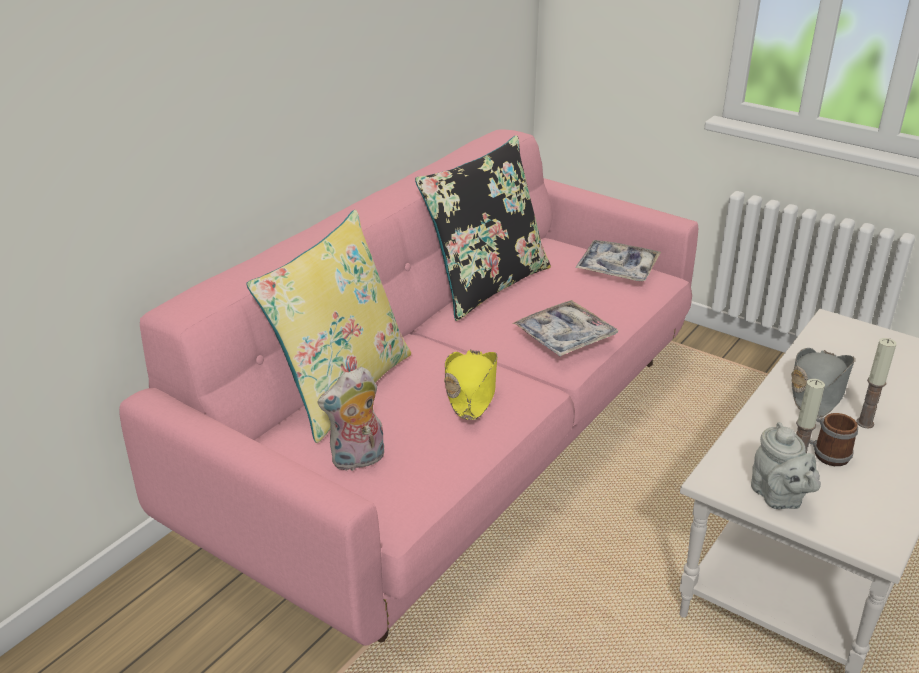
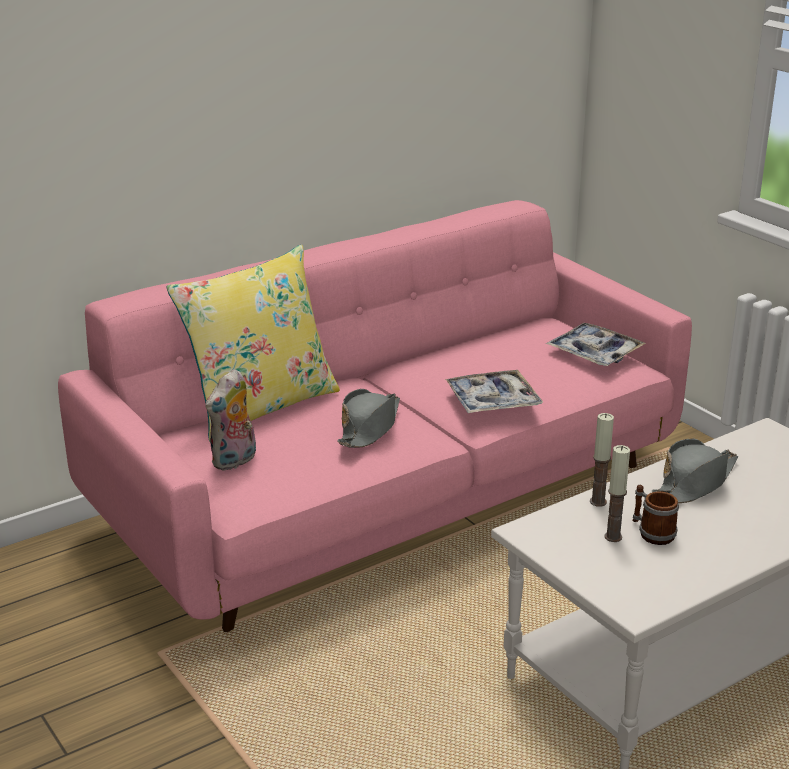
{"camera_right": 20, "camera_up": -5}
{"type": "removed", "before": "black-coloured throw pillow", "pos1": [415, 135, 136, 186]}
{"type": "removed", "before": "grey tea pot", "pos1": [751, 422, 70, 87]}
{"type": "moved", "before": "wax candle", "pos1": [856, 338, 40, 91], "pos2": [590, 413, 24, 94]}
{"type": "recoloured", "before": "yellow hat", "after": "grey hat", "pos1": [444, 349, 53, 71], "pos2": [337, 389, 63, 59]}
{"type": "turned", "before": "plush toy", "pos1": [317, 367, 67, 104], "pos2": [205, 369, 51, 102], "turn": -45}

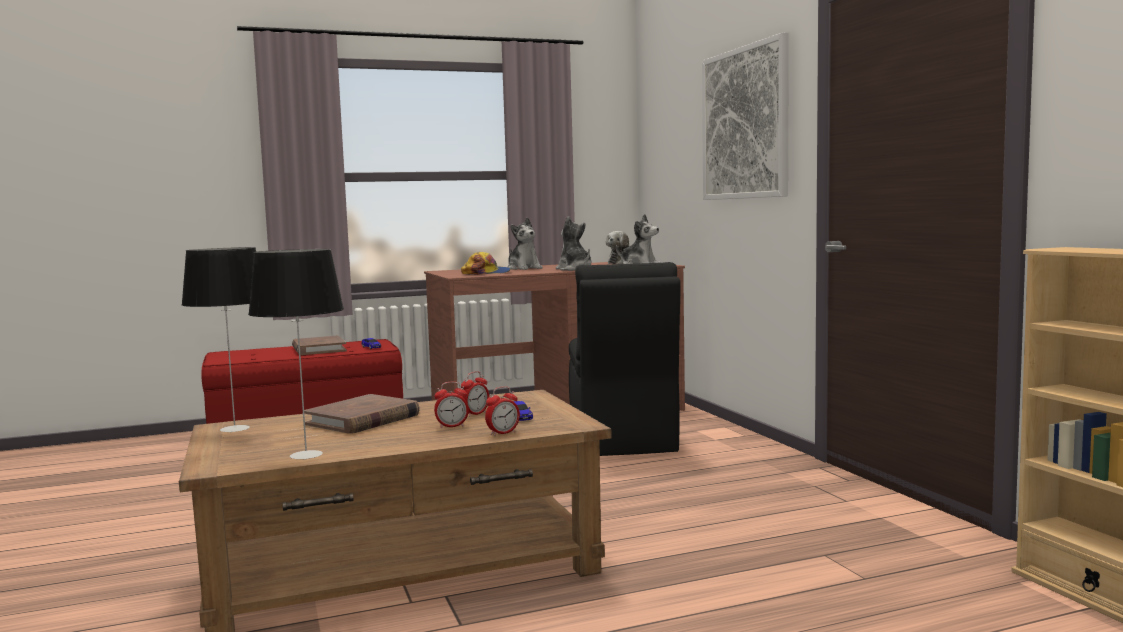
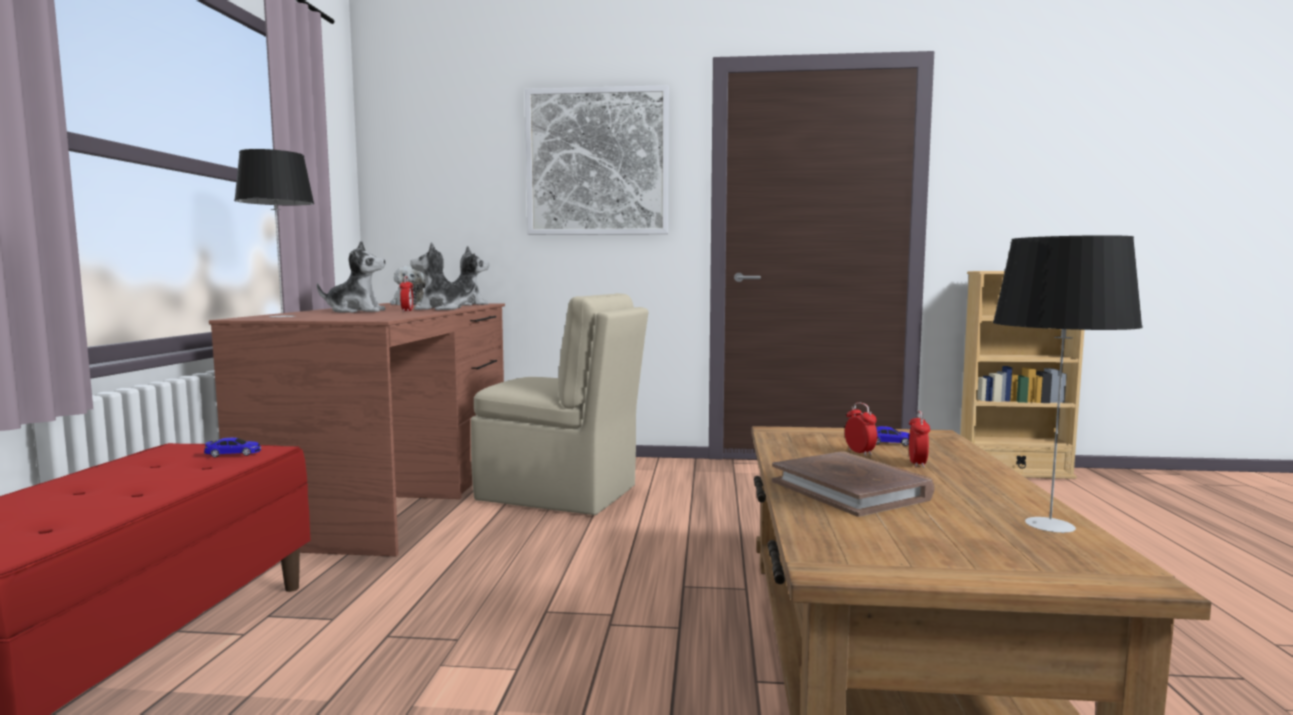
{"camera_right": -65, "camera_up": 0}
{"type": "removed", "before": "brown book", "pos1": [292, 336, 55, 19]}
{"type": "removed", "before": "peaked cap", "pos1": [461, 252, 49, 23]}
{"type": "moved", "before": "table lamp", "pos1": [181, 247, 75, 185], "pos2": [234, 149, 80, 168]}
{"type": "moved", "before": "bedside clock", "pos1": [485, 386, 35, 50], "pos2": [399, 276, 14, 36]}
{"type": "recoloured", "before": "black-coloured upright chair", "after": "beige upright chair", "pos1": [569, 262, 112, 194], "pos2": [471, 293, 177, 222]}

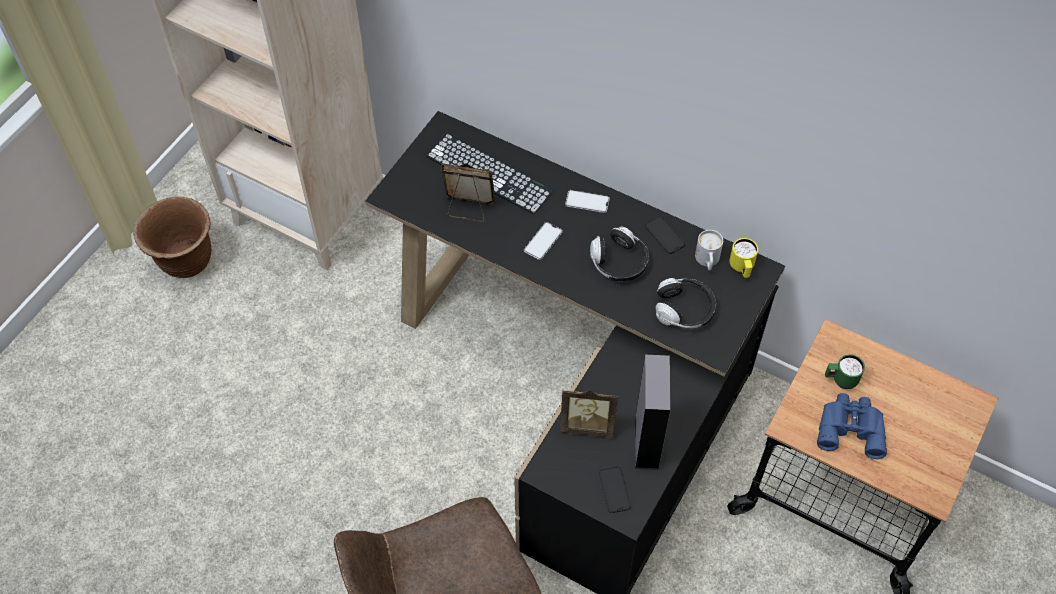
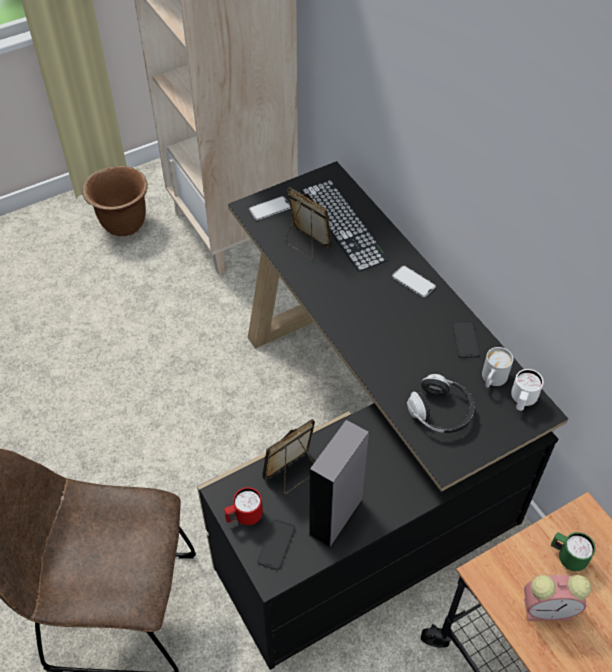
{"camera_right": 30, "camera_up": -5}
{"type": "removed", "before": "headset", "pos1": [590, 227, 59, 54]}
{"type": "added", "after": "red-coloured tea mug", "pos2": [224, 487, 39, 38]}
{"type": "moved", "before": "handset", "pos1": [524, 222, 39, 38], "pos2": [249, 196, 42, 24]}
{"type": "replaced", "before": "blue field glasses", "after": "bedside clock", "pos1": [817, 393, 70, 66], "pos2": [524, 574, 67, 47]}
{"type": "recoloured", "before": "yellow tea mug", "after": "white tea mug", "pos1": [729, 238, 29, 40], "pos2": [511, 369, 33, 42]}
{"type": "turned", "before": "standing frame", "pos1": [560, 389, 58, 49], "pos2": [262, 419, 53, 75], "turn": 105}

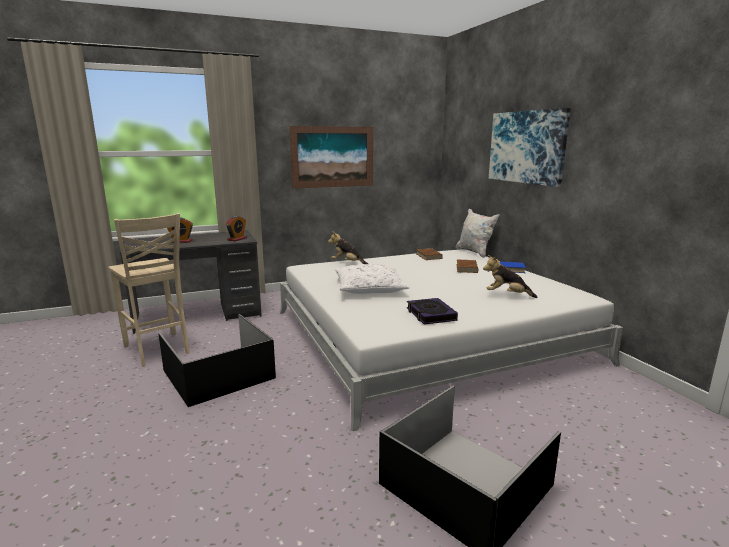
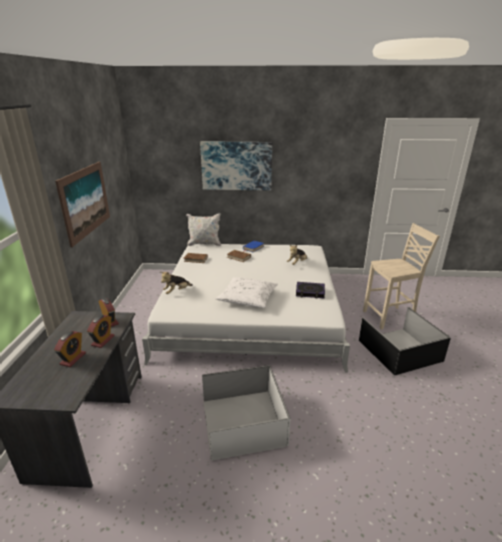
{"camera_right": -65, "camera_up": 10}
{"type": "added", "after": "bedside clock", "pos2": [87, 315, 28, 33]}
{"type": "moved", "before": "beige upright chair", "pos1": [108, 213, 82, 154], "pos2": [363, 223, 77, 107]}
{"type": "recoloured", "before": "black-coloured storage bin", "after": "white storage bin", "pos1": [158, 314, 118, 93], "pos2": [202, 365, 88, 96]}

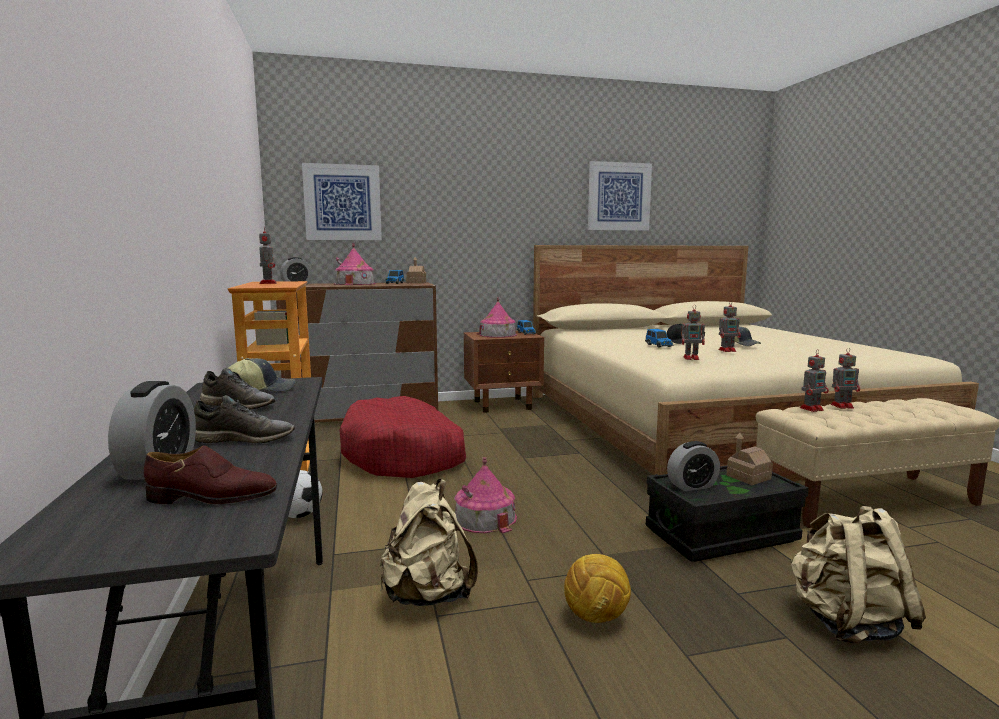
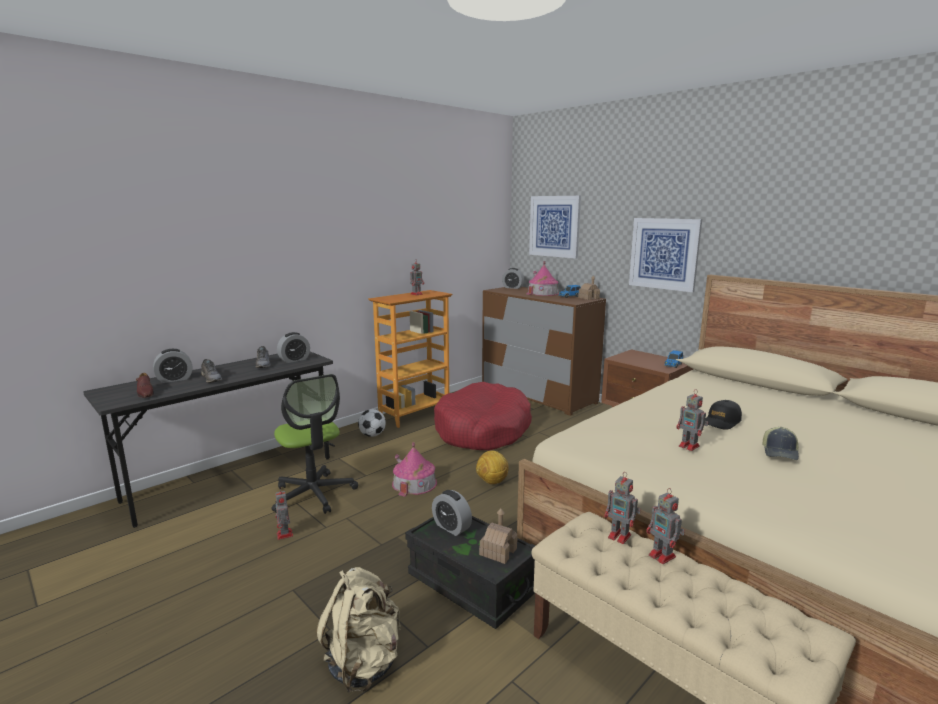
{"camera_right": 60, "camera_up": 5}
{"type": "removed", "before": "miniature house", "pos1": [477, 297, 40, 41]}
{"type": "removed", "before": "model car", "pos1": [645, 329, 29, 19]}
{"type": "moved", "before": "ball for football", "pos1": [564, 554, 67, 69], "pos2": [476, 451, 33, 33]}
{"type": "moved", "before": "picture", "pos1": [588, 161, 64, 70], "pos2": [629, 218, 73, 74]}
{"type": "moved", "before": "toy robot", "pos1": [682, 304, 23, 56], "pos2": [275, 490, 18, 50]}
{"type": "replaced", "before": "peaked cap", "after": "bedside clock", "pos1": [228, 358, 67, 34], "pos2": [277, 332, 33, 31]}
{"type": "replaced", "before": "beige knapsack", "after": "computer chair", "pos1": [380, 479, 98, 127], "pos2": [272, 374, 86, 140]}

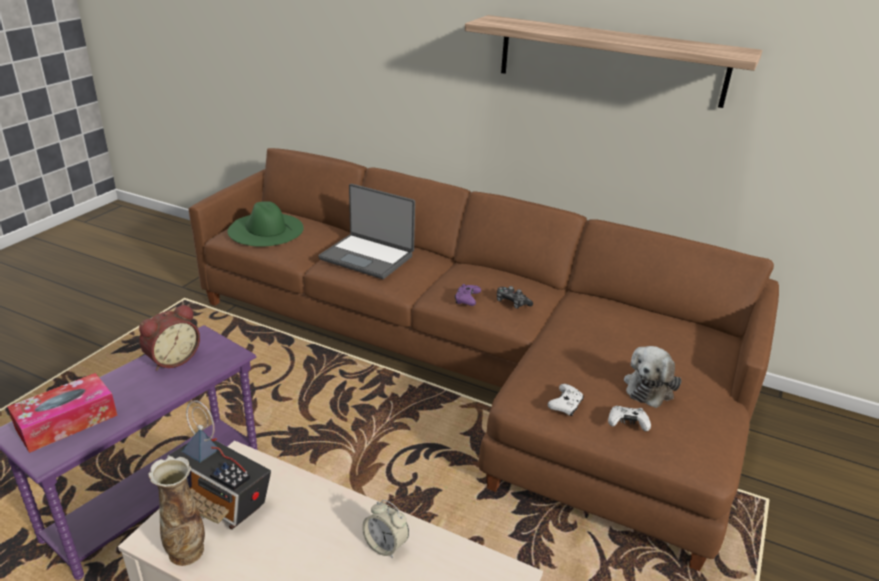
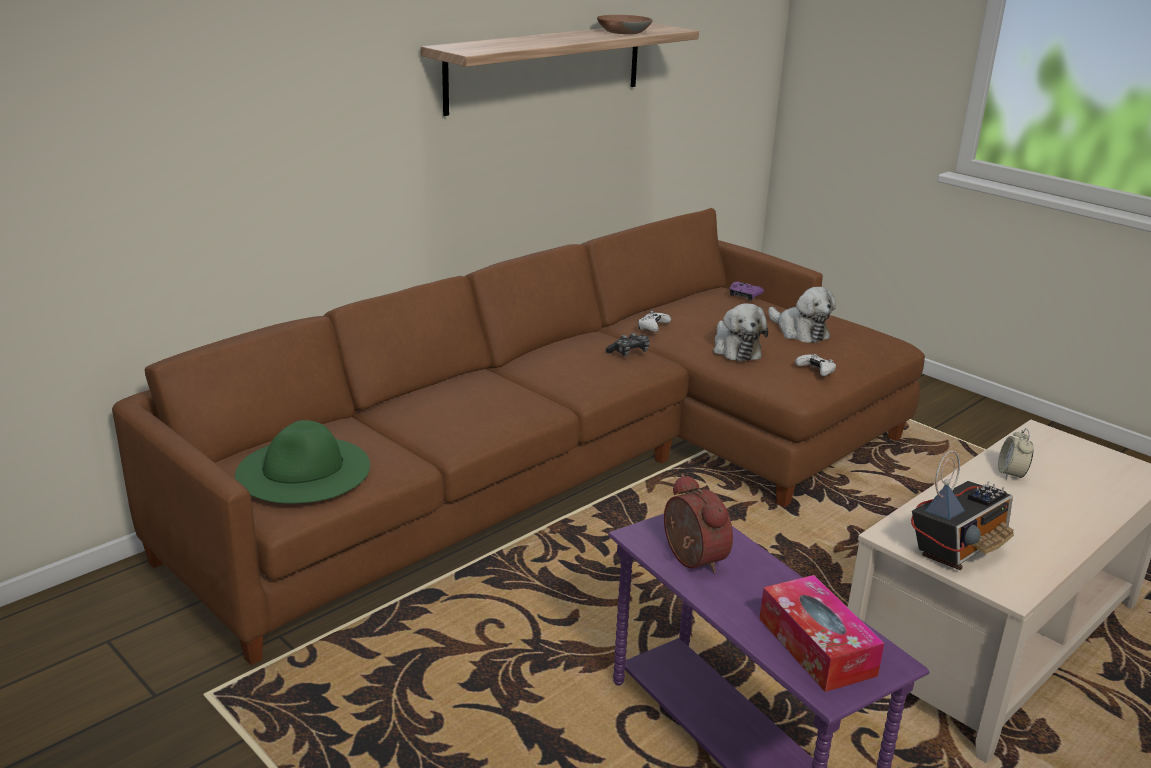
{"camera_right": -70, "camera_up": -5}
{"type": "removed", "before": "flower vase", "pos1": [148, 456, 57, 110]}
{"type": "removed", "before": "portable computer", "pos1": [318, 184, 97, 95]}
{"type": "added", "after": "brown bowl", "pos2": [597, 15, 56, 19]}
{"type": "added", "after": "plush toy", "pos2": [713, 303, 55, 58]}
{"type": "moved", "before": "purple-coloured game controller", "pos1": [455, 284, 26, 22], "pos2": [730, 281, 34, 20]}
{"type": "moved", "before": "white game controller", "pos1": [608, 406, 43, 25], "pos2": [638, 311, 33, 21]}
{"type": "turned", "before": "bedside clock", "pos1": [362, 500, 47, 58], "pos2": [998, 428, 36, 52], "turn": 135}

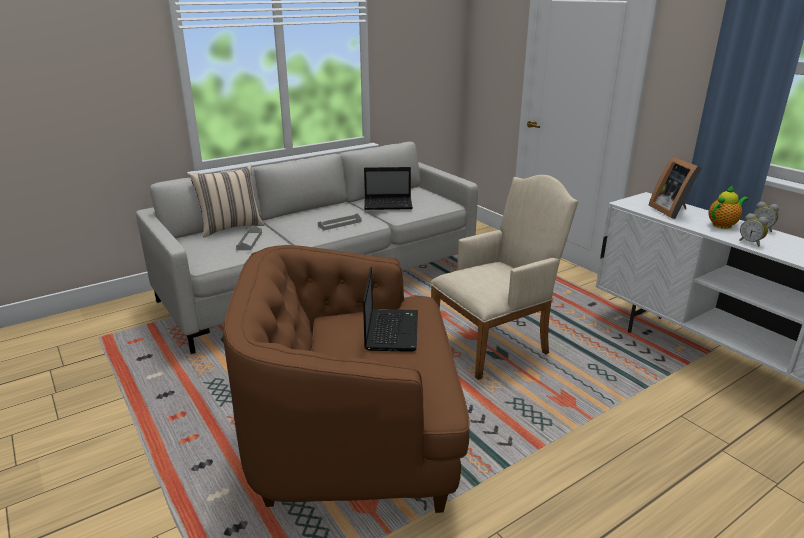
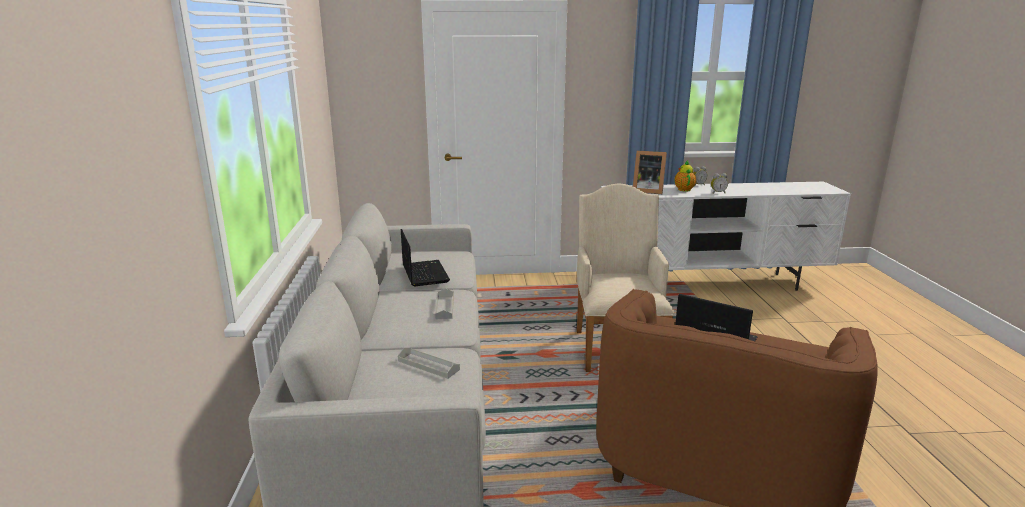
{"camera_right": -60, "camera_up": -5}
{"type": "removed", "before": "beige throw pillow", "pos1": [189, 165, 76, 72]}
{"type": "turned", "before": "portable computer", "pos1": [364, 167, 49, 43], "pos2": [401, 229, 49, 57], "turn": -45}

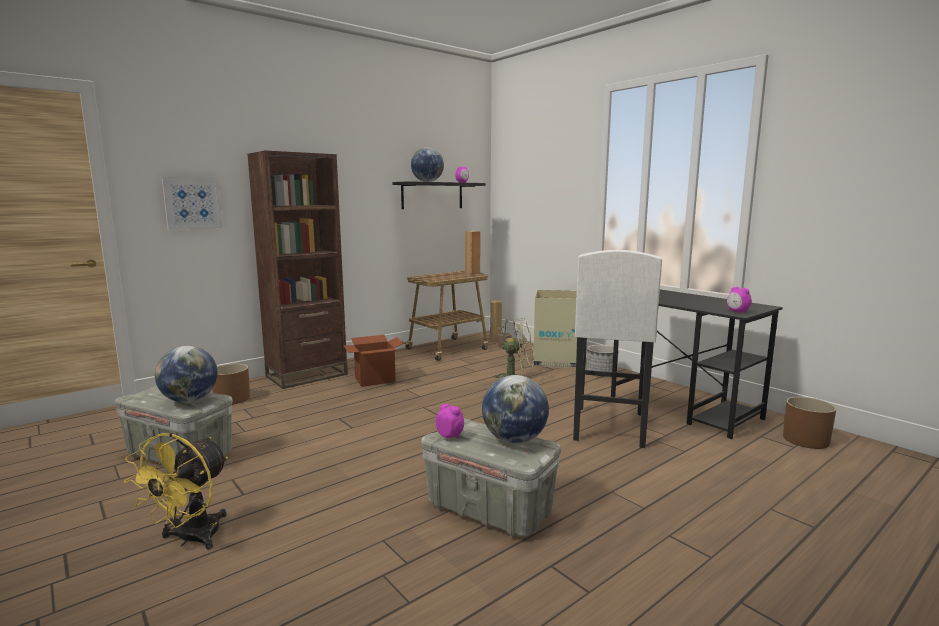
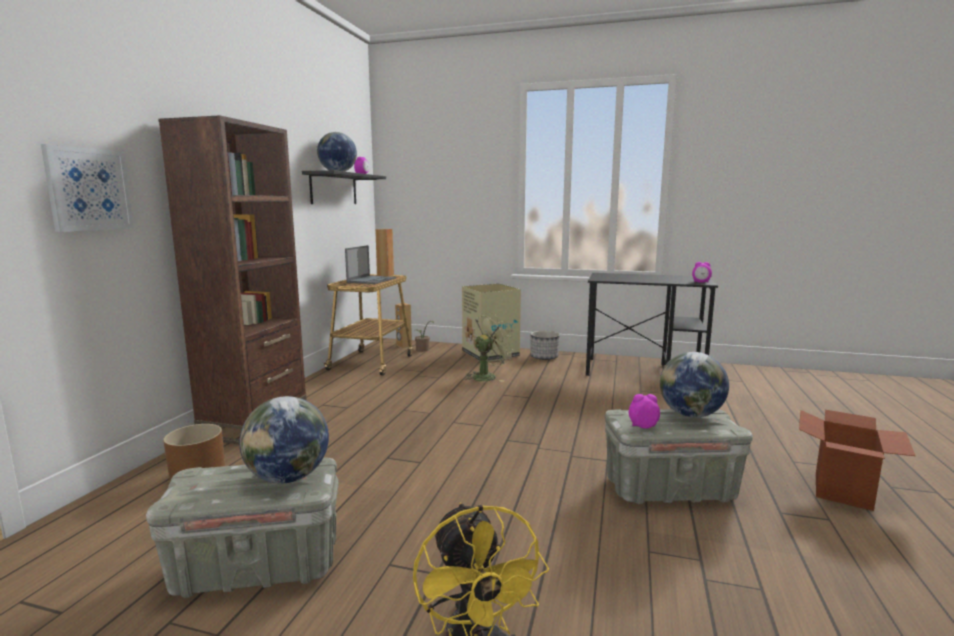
{"camera_right": -35, "camera_up": 0}
{"type": "removed", "before": "white stool", "pos1": [573, 250, 89, 198]}
{"type": "removed", "before": "brown flower pot", "pos1": [783, 397, 53, 52]}
{"type": "added", "after": "portable computer", "pos2": [345, 245, 51, 39]}
{"type": "moved", "before": "packing box", "pos1": [343, 335, 61, 52], "pos2": [799, 410, 117, 101]}

